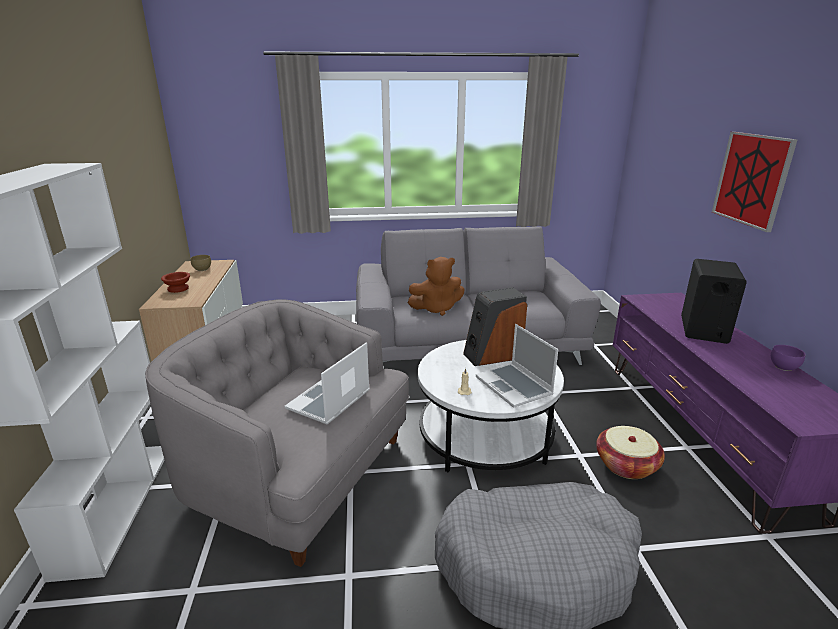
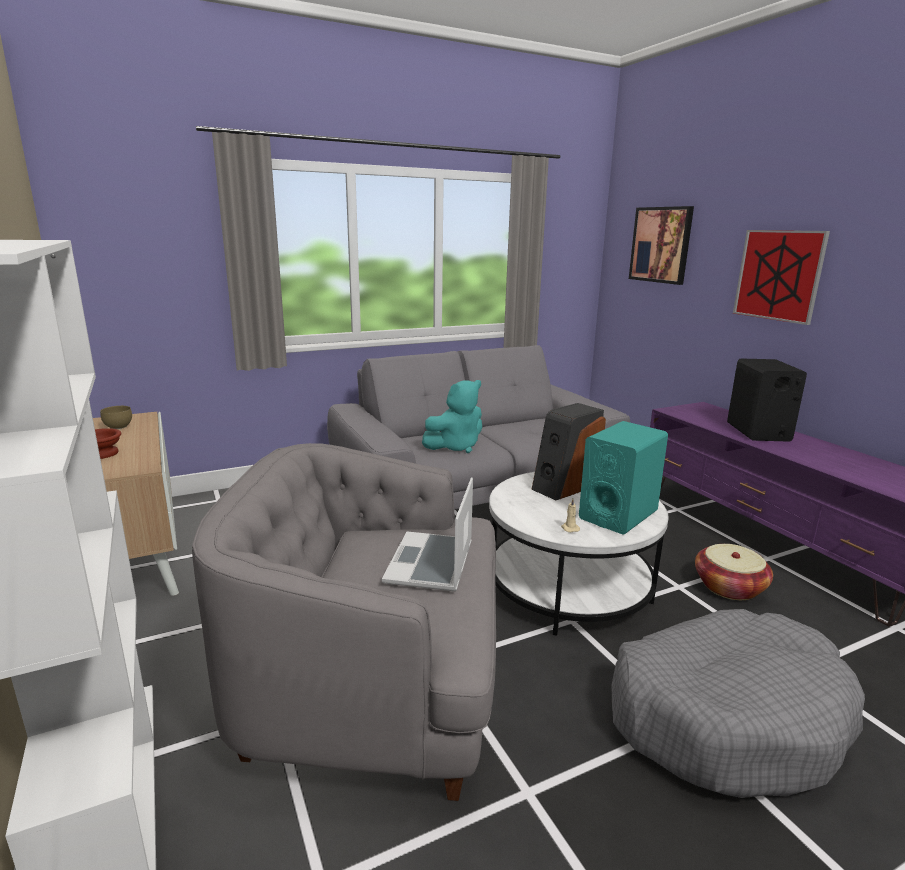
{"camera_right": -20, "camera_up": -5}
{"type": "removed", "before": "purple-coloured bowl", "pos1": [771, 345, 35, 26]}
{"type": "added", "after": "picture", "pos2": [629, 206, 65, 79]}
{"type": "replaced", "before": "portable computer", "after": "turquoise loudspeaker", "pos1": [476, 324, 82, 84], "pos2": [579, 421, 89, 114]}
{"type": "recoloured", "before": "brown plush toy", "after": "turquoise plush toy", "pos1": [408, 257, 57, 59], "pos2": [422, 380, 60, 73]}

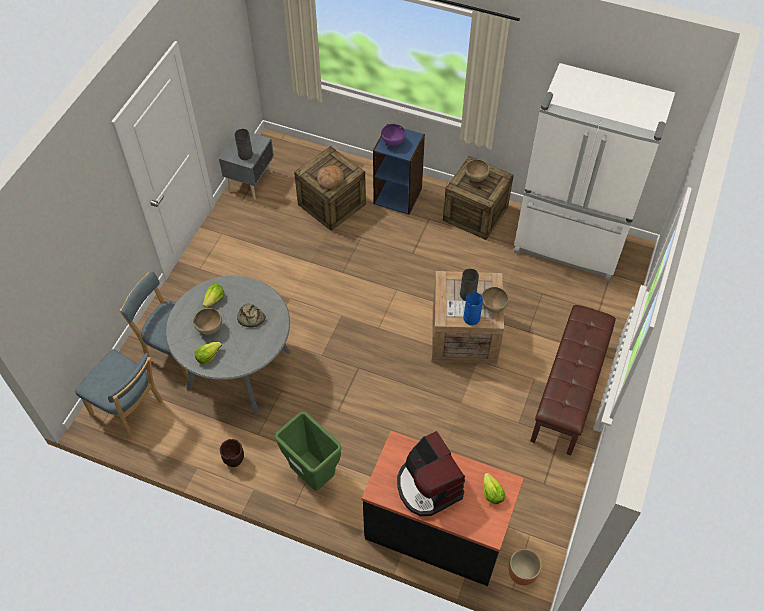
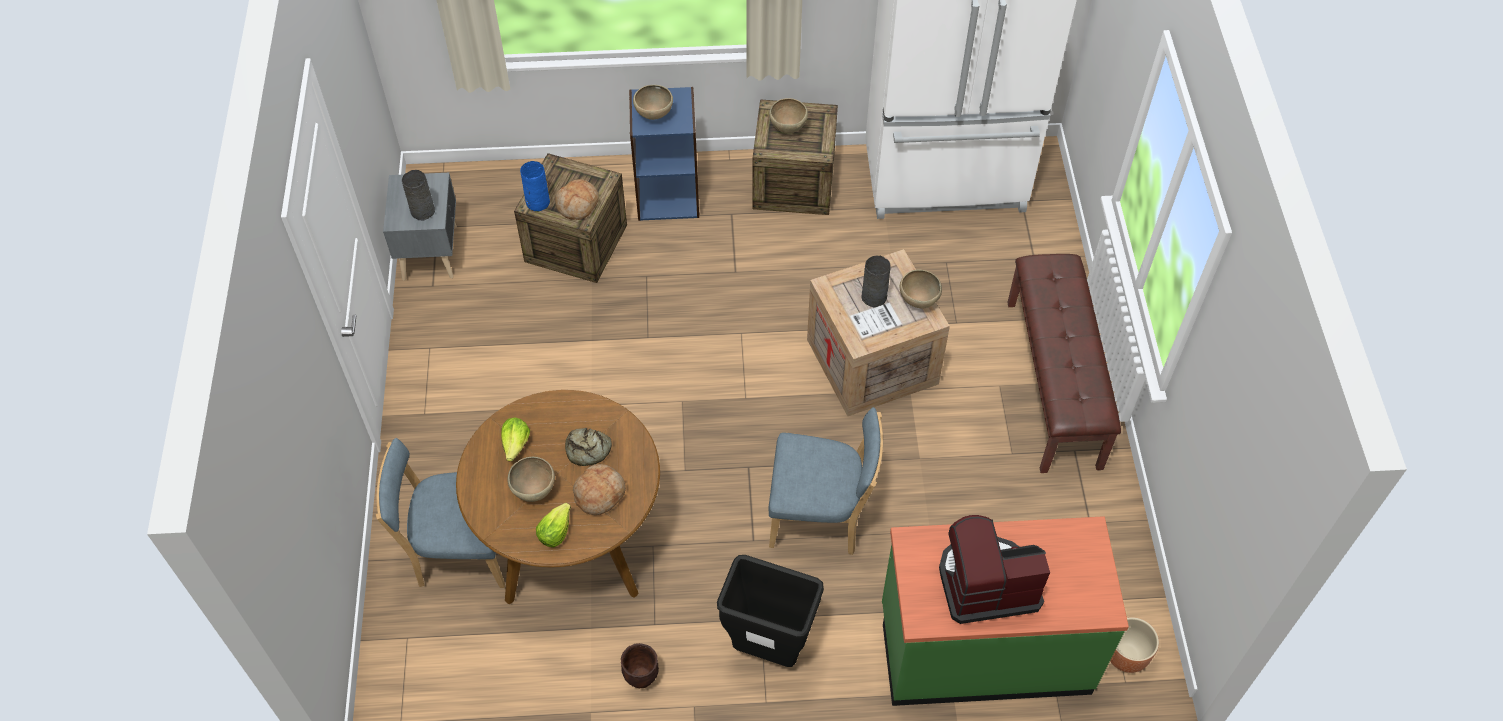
{"camera_right": -25, "camera_up": 0}
{"type": "removed", "before": "head of lettuce", "pos1": [483, 473, 22, 31]}
{"type": "added", "after": "bakery bread", "pos2": [573, 464, 53, 51]}
{"type": "moved", "before": "blue upright chair", "pos1": [75, 349, 88, 89], "pos2": [768, 407, 115, 148]}
{"type": "moved", "before": "blue flower vase", "pos1": [463, 292, 20, 33], "pos2": [520, 161, 30, 50]}
{"type": "recoloured", "before": "grey kitchen table", "after": "brown kitchen table", "pos1": [166, 276, 125, 139], "pos2": [456, 390, 204, 214]}
{"type": "recoloured", "before": "greenish trash can", "after": "black-coloured trash can", "pos1": [275, 411, 67, 80], "pos2": [717, 555, 107, 112]}
{"type": "recoloured", "before": "black-coloured kitchen base unit", "after": "greenish kitchen base unit", "pos1": [362, 431, 162, 155], "pos2": [882, 516, 247, 190]}
{"type": "recoloured", "before": "purple-coloured bowl", "after": "brown bowl", "pos1": [381, 124, 25, 22], "pos2": [633, 85, 40, 35]}
{"type": "turned", "before": "coffee brewer", "pos1": [397, 431, 68, 85], "pos2": [939, 515, 111, 109], "turn": 135}

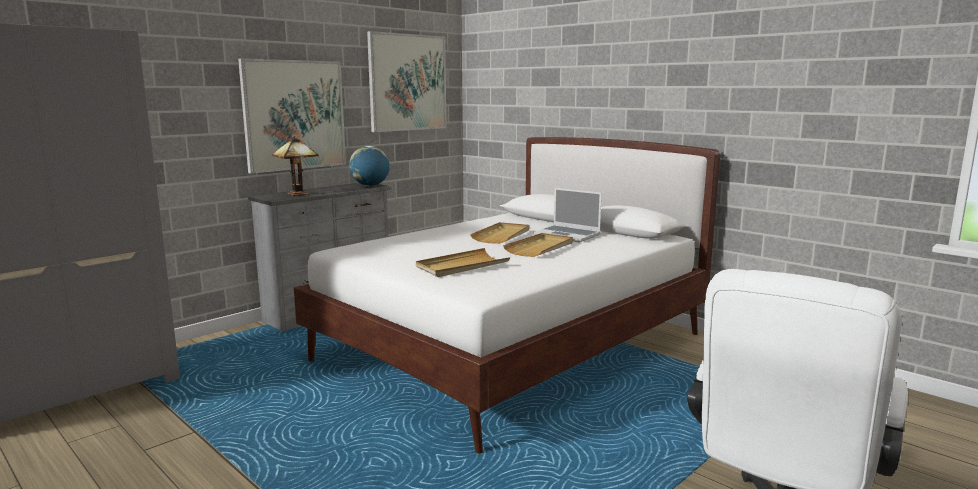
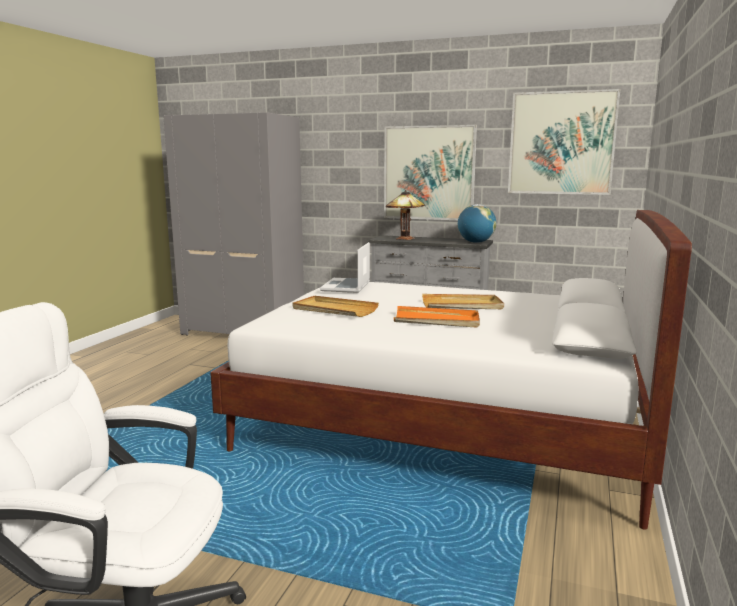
{"camera_right": 65, "camera_up": 0}
{"type": "moved", "before": "portable computer", "pos1": [533, 188, 69, 55], "pos2": [320, 242, 50, 51]}
{"type": "recoloured", "before": "beige carrying tray", "after": "orange-coloured carrying tray", "pos1": [503, 233, 70, 24], "pos2": [394, 306, 86, 22]}

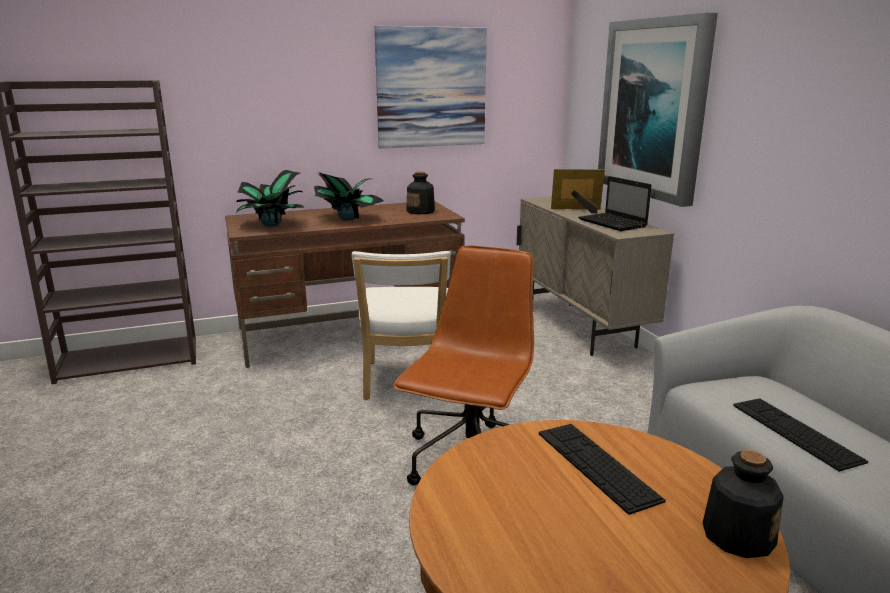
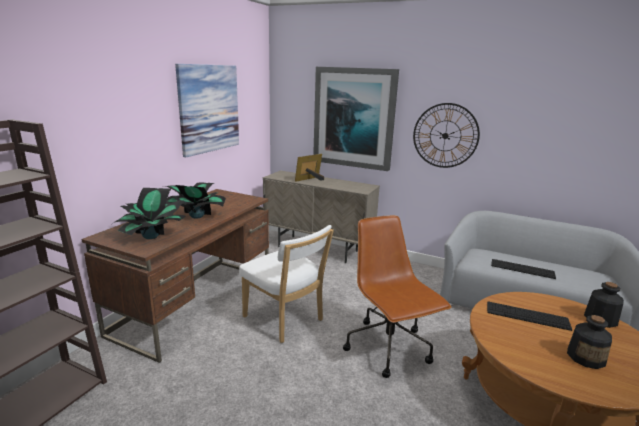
{"camera_right": -45, "camera_up": 0}
{"type": "removed", "before": "portable computer", "pos1": [578, 176, 74, 55]}
{"type": "added", "after": "clock on the wall", "pos2": [413, 103, 67, 65]}
{"type": "moved", "before": "bottle", "pos1": [406, 172, 29, 42], "pos2": [567, 315, 45, 54]}

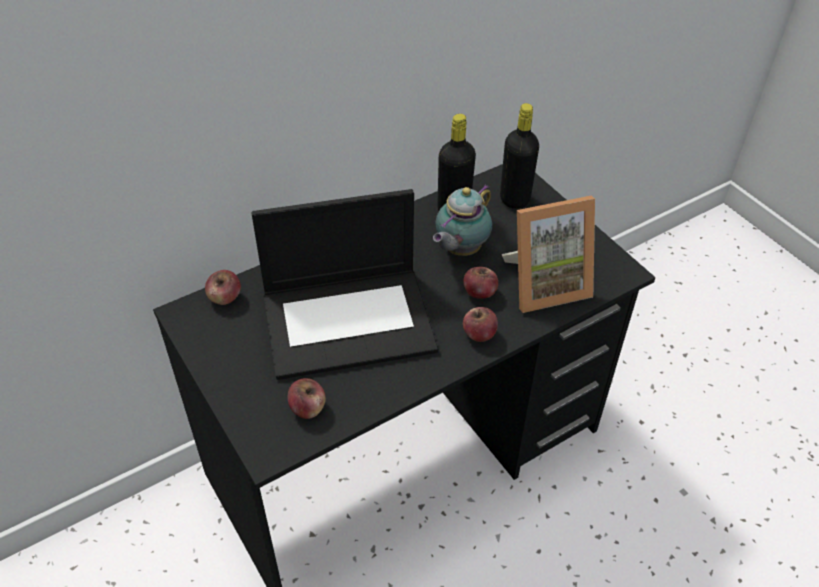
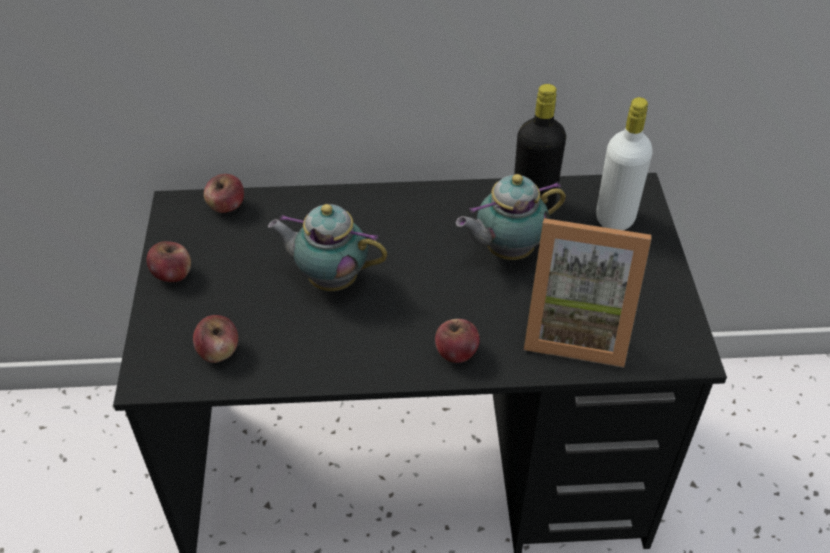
{"camera_right": 30, "camera_up": 0}
{"type": "moved", "before": "whole apple", "pos1": [463, 267, 35, 32], "pos2": [147, 241, 44, 41]}
{"type": "replaced", "before": "portable computer", "after": "tea pot", "pos1": [252, 189, 186, 191], "pos2": [268, 204, 120, 87]}
{"type": "recoloured", "before": "black-coloured bottle", "after": "white bottle", "pos1": [500, 103, 39, 106], "pos2": [596, 97, 57, 133]}

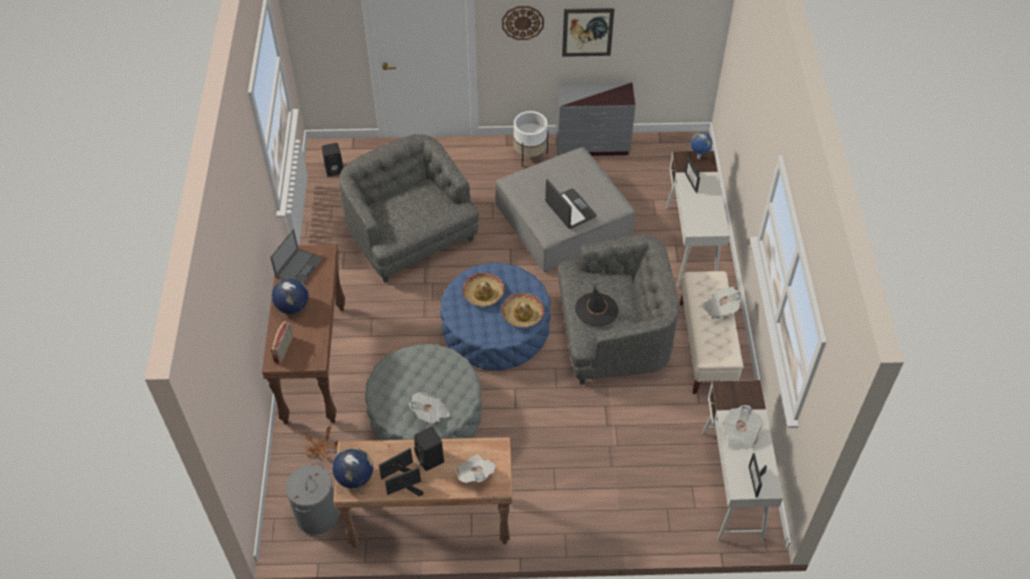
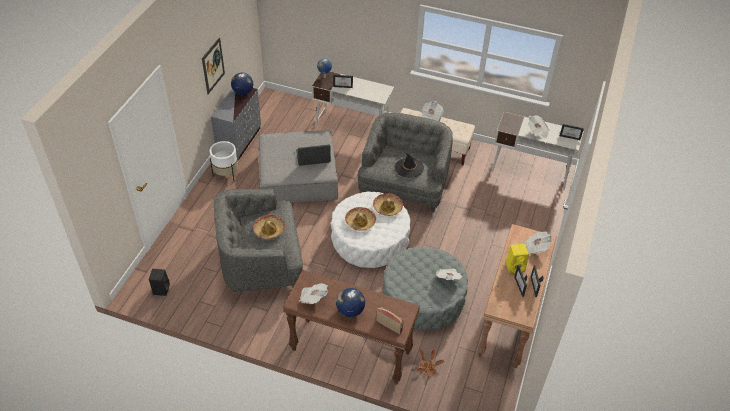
{"camera_right": -70, "camera_up": -5}
{"type": "removed", "before": "grey washing basket", "pos1": [286, 462, 53, 73]}
{"type": "removed", "before": "clock on the wall", "pos1": [502, 6, 42, 34]}
{"type": "added", "after": "hat", "pos2": [253, 214, 32, 25]}
{"type": "moved", "before": "world globe", "pos1": [332, 448, 41, 40], "pos2": [231, 73, 22, 22]}
{"type": "replaced", "before": "portable computer", "after": "newspaper", "pos1": [270, 229, 53, 54], "pos2": [299, 283, 29, 21]}
{"type": "recoloured", "before": "black-coloured loudspeaker", "after": "yellow loudspeaker", "pos1": [414, 426, 30, 45], "pos2": [506, 244, 23, 30]}
{"type": "recoloured", "before": "blue ottoman", "after": "white ottoman", "pos1": [440, 262, 111, 108], "pos2": [331, 191, 80, 77]}

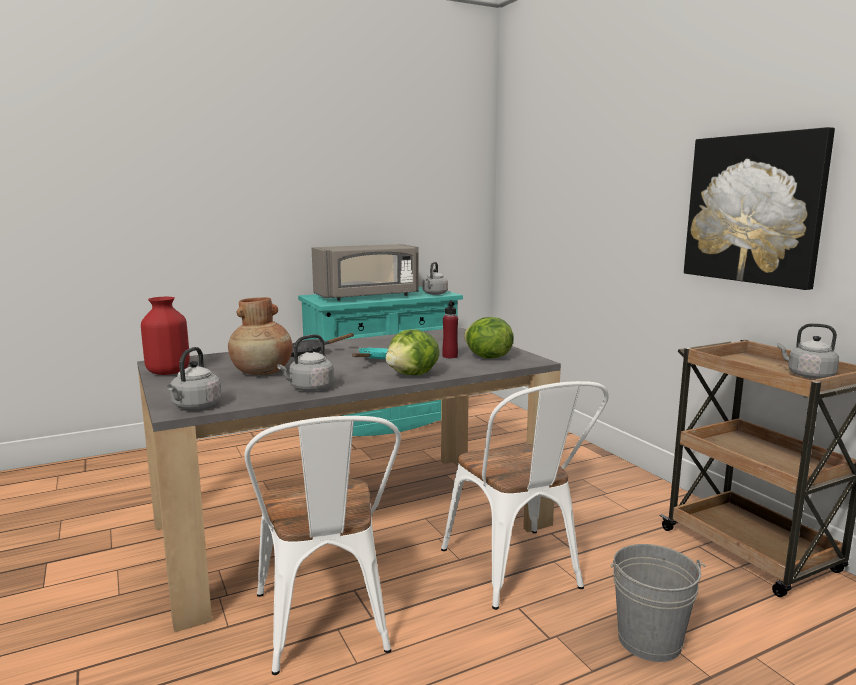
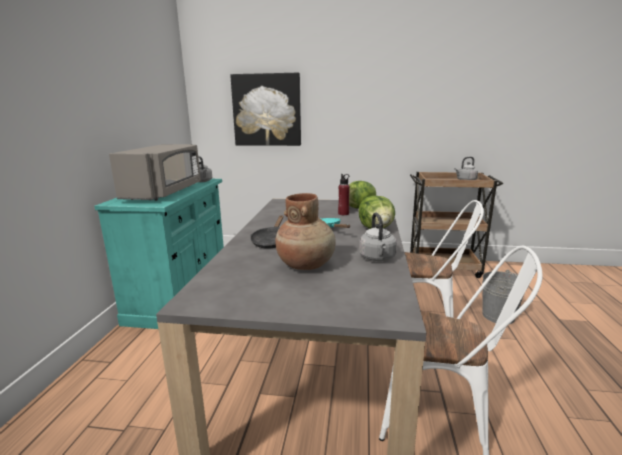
{"camera_right": -55, "camera_up": 5}
{"type": "removed", "before": "red-coloured flower vase", "pos1": [141, 297, 49, 78]}
{"type": "removed", "before": "grey water kettle", "pos1": [167, 347, 55, 62]}
{"type": "moved", "before": "picture", "pos1": [684, 127, 151, 163], "pos2": [230, 73, 71, 73]}

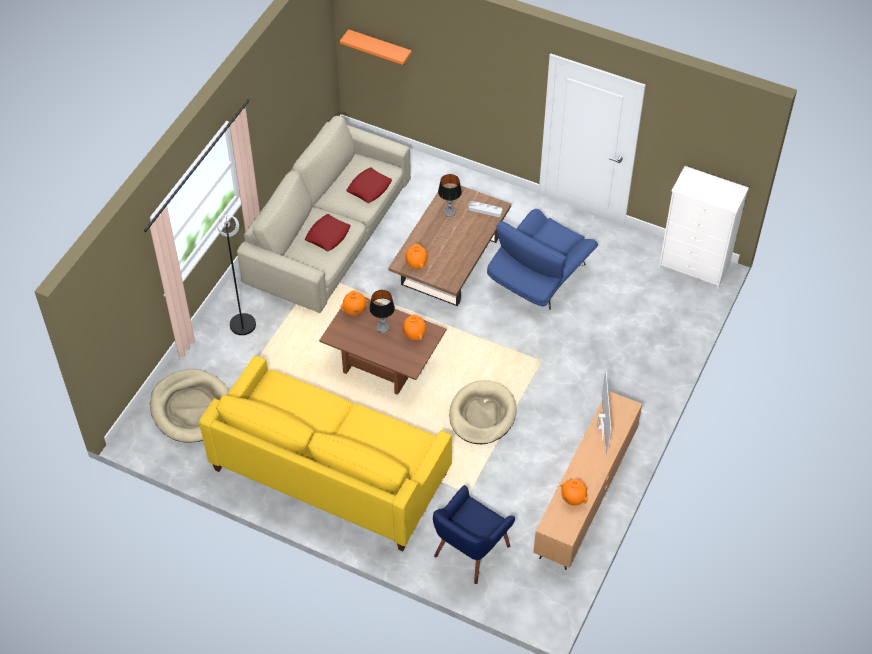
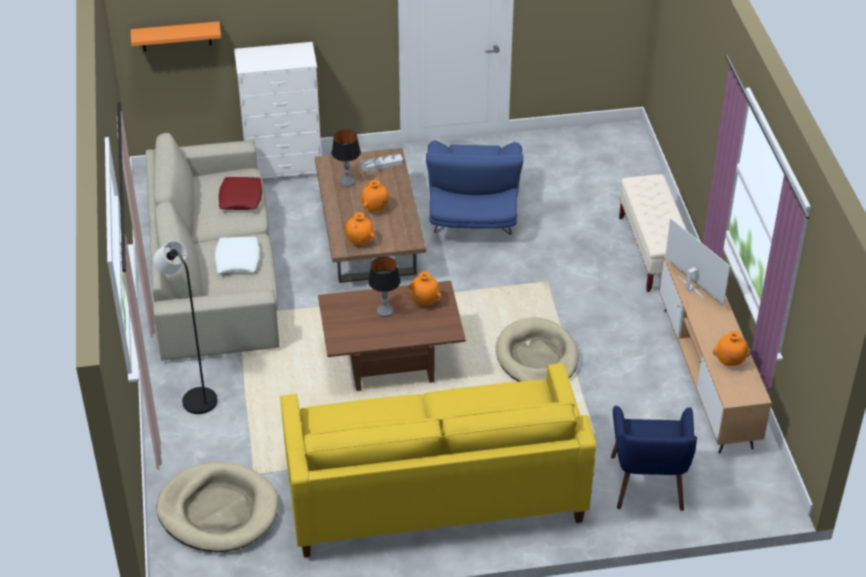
{"camera_right": -35, "camera_up": -10}
{"type": "added", "after": "beige indoor bench", "pos2": [619, 174, 68, 118]}
{"type": "moved", "before": "orange-coloured flower vase", "pos1": [341, 291, 27, 25], "pos2": [361, 180, 28, 32]}
{"type": "moved", "before": "white dresser", "pos1": [659, 166, 90, 123], "pos2": [234, 42, 87, 137]}
{"type": "recoloured", "before": "red-coloured throw pillow", "after": "white throw pillow", "pos1": [305, 214, 46, 37], "pos2": [215, 237, 45, 36]}

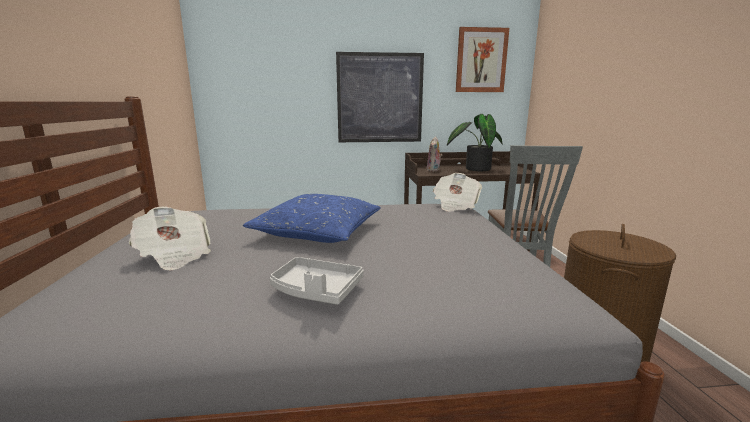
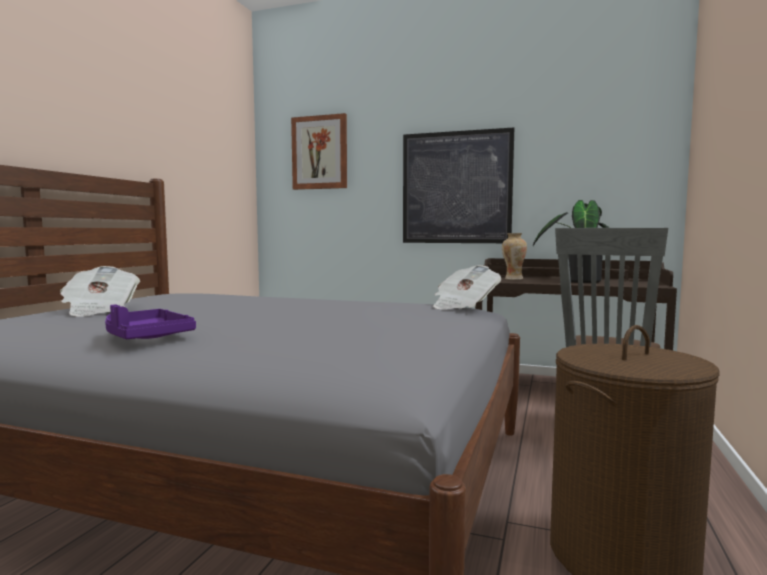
{"camera_right": 25, "camera_up": -10}
{"type": "removed", "before": "blue throw pillow", "pos1": [243, 194, 138, 49]}
{"type": "moved", "before": "picture", "pos1": [456, 27, 53, 65], "pos2": [291, 113, 56, 77]}
{"type": "replaced", "before": "plush toy", "after": "flower vase", "pos1": [427, 137, 15, 34], "pos2": [502, 233, 25, 47]}
{"type": "recoloured", "before": "grey carrying tray", "after": "purple-coloured carrying tray", "pos1": [270, 257, 94, 48], "pos2": [105, 304, 91, 35]}

